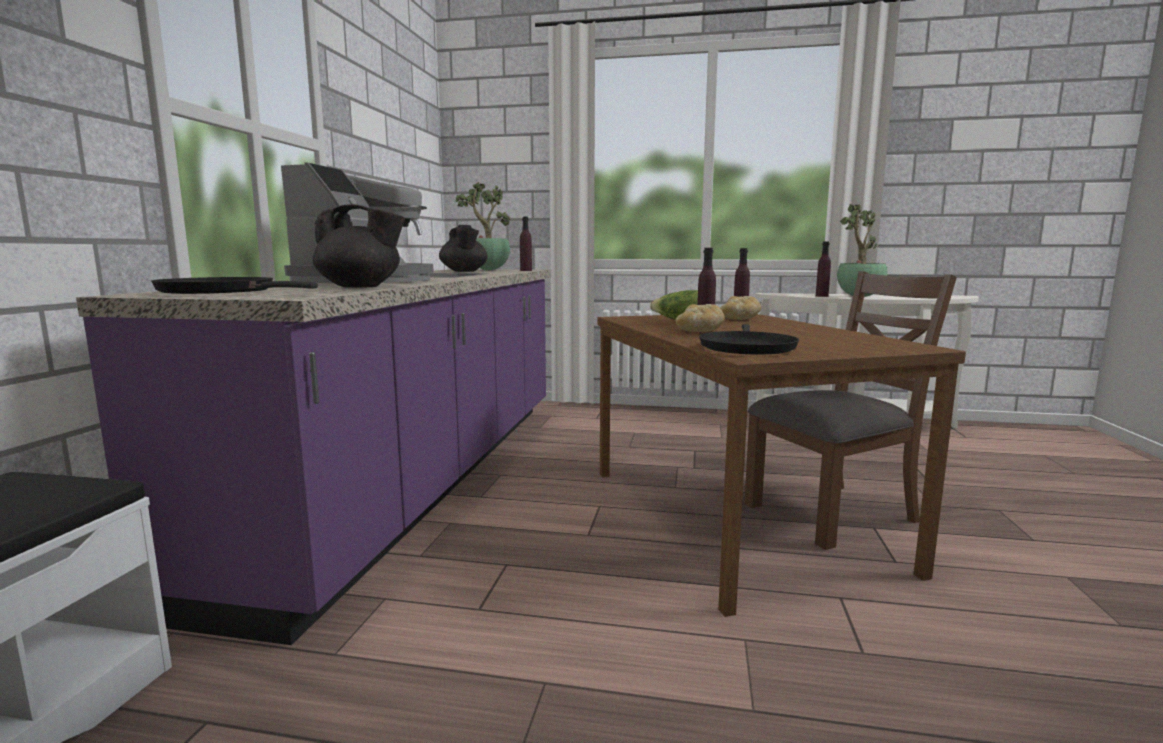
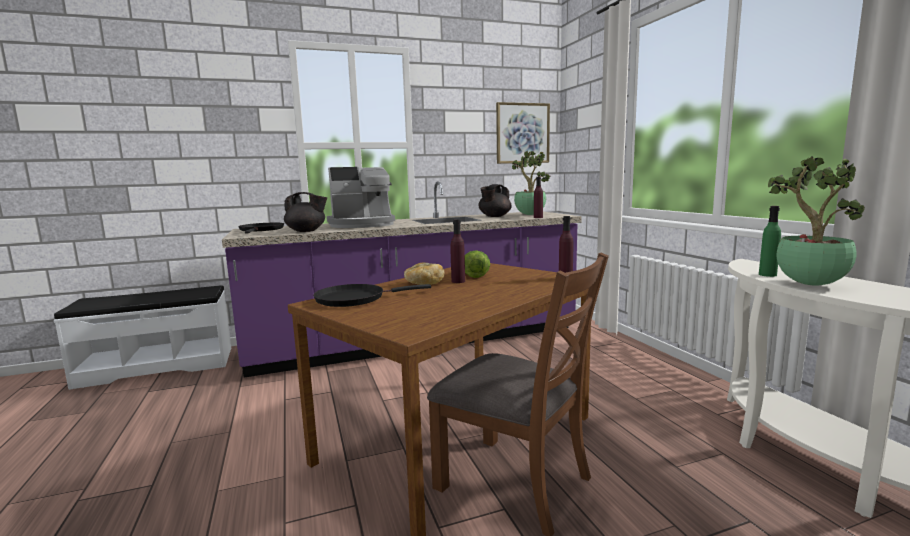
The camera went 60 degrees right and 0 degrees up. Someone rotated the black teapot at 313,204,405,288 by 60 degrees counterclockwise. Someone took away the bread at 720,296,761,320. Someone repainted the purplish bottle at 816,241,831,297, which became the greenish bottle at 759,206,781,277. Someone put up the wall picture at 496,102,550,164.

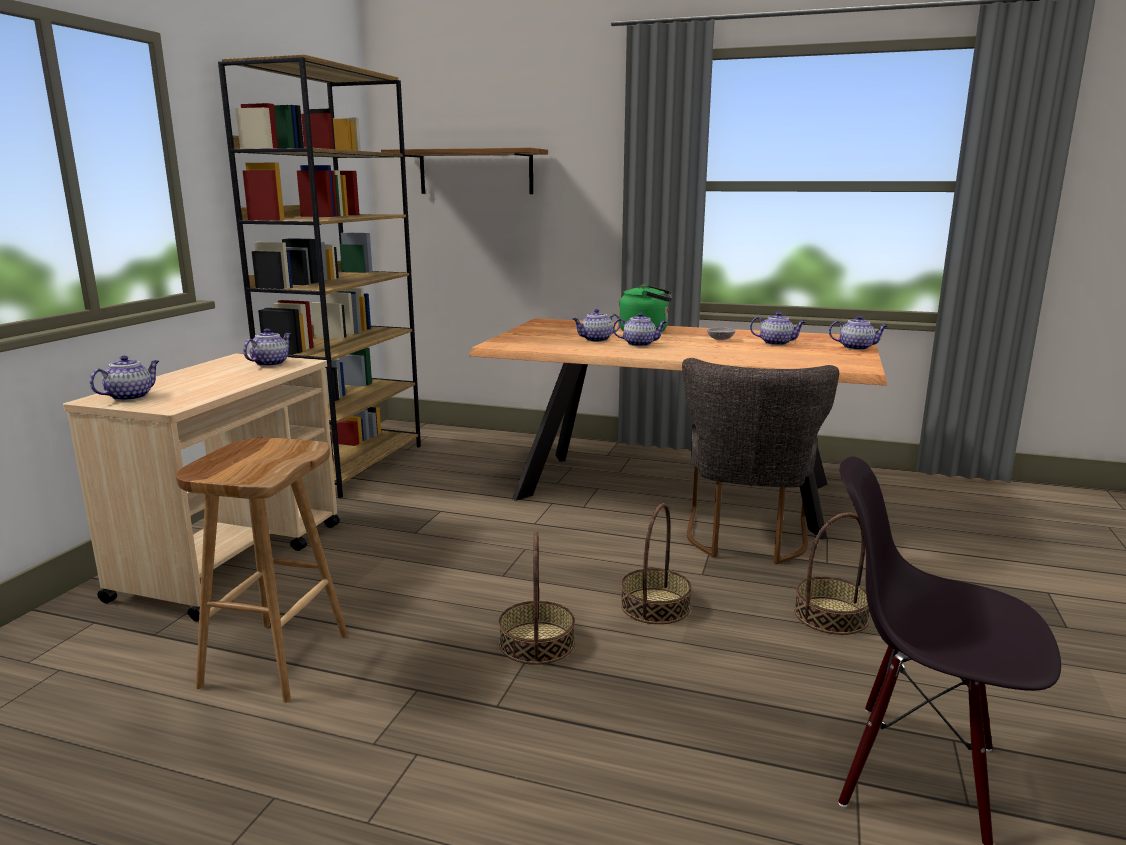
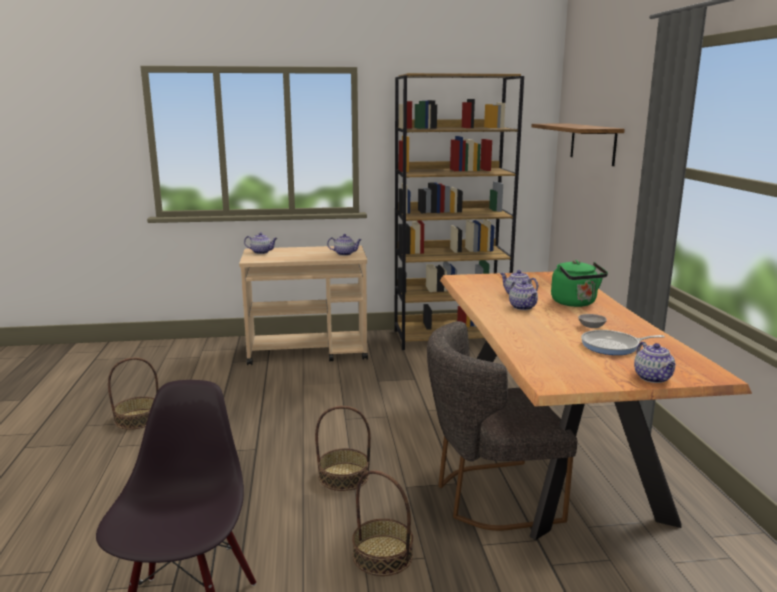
The camera went 65 degrees right and 0 degrees up. Someone took away the brown stool seat at 176,437,348,703. Someone carried the basket from 499,531,575,665 to 108,357,159,430. Someone swapped the teapot at 750,312,806,346 for the pan at 581,330,665,355.

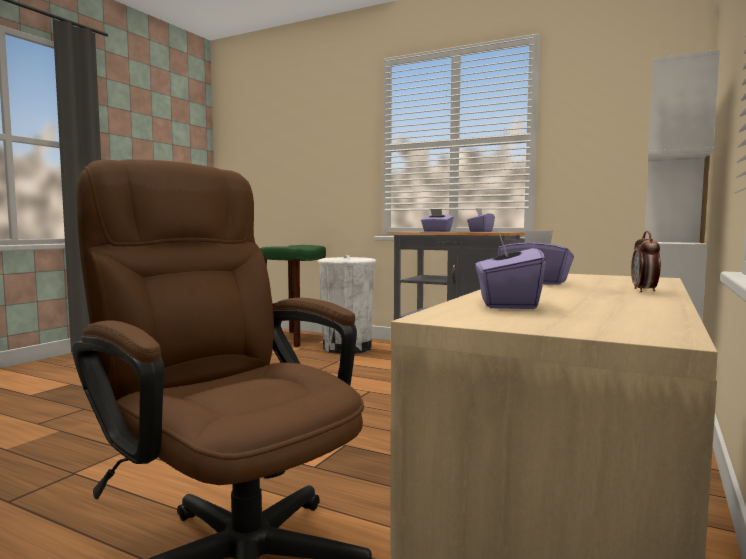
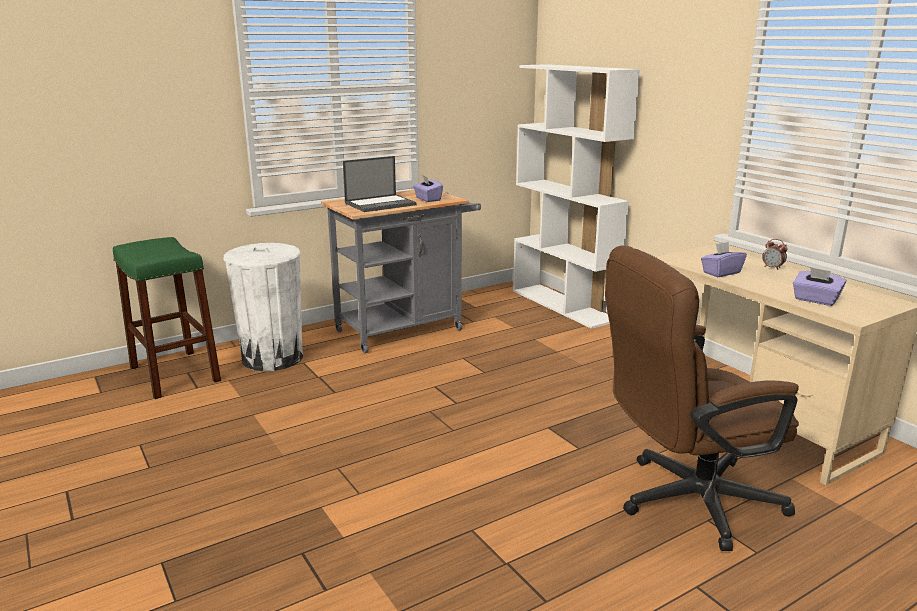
The camera went 60 degrees left and 15 degrees up. Someone swapped the purplish box of tissues at 421,209,454,232 for the notebook computer at 343,156,417,212.

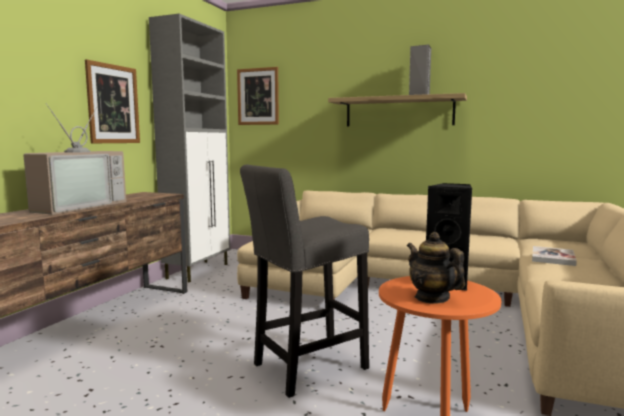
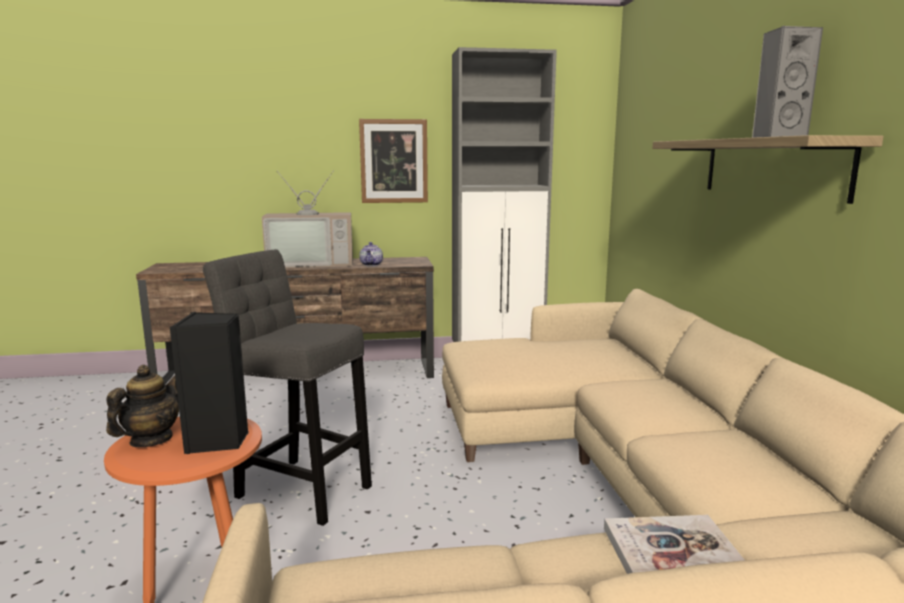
The camera went 60 degrees right and 5 degrees up. Someone took away the wall picture at 237,67,279,125. Someone put down the teapot at 359,242,383,266.

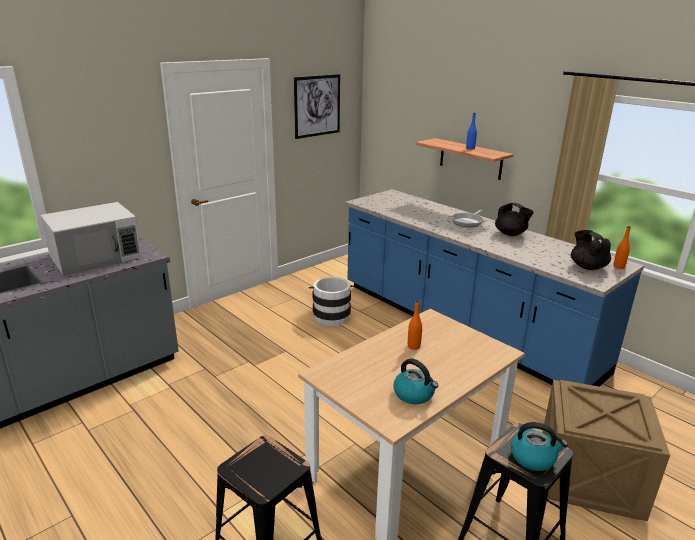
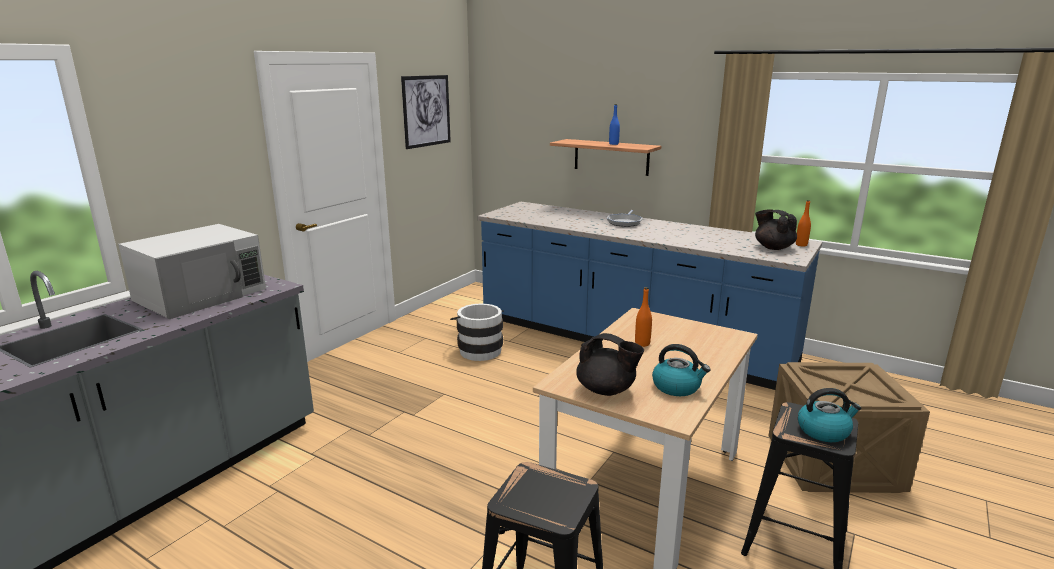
The camera went 15 degrees left and 5 degrees down. Someone carried the black teapot from 495,203,534,236 to 576,333,644,396.

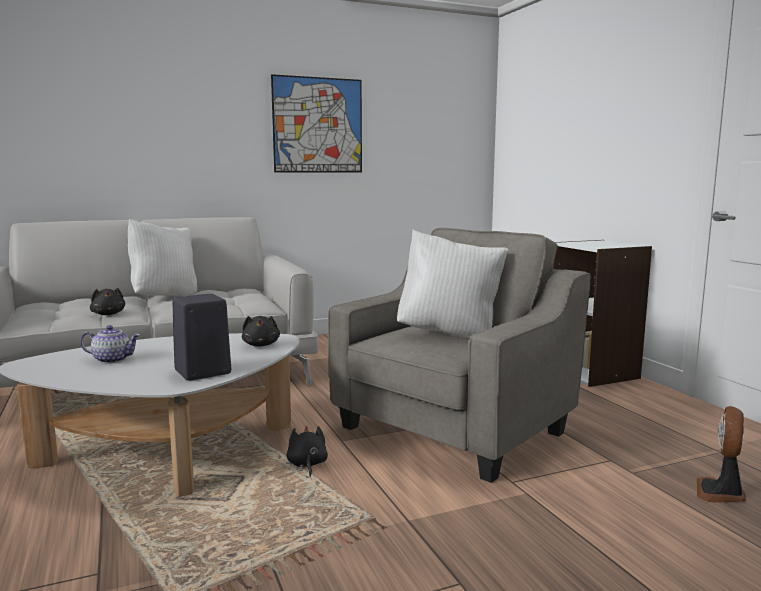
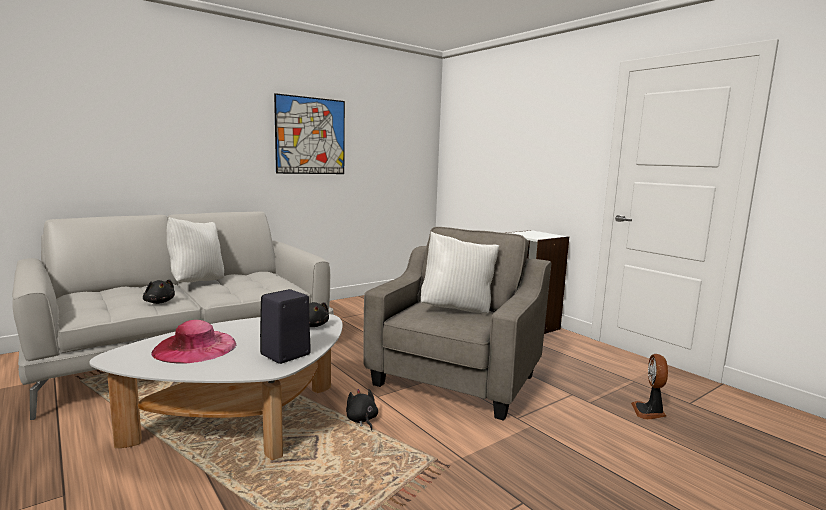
The camera went 15 degrees left and 0 degrees up. Someone swapped the teapot at 80,325,140,364 for the pink clothing hat at 151,320,236,364.

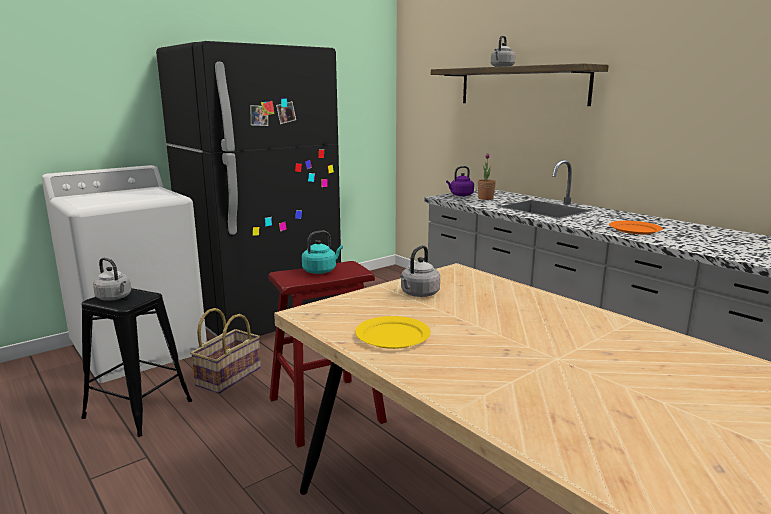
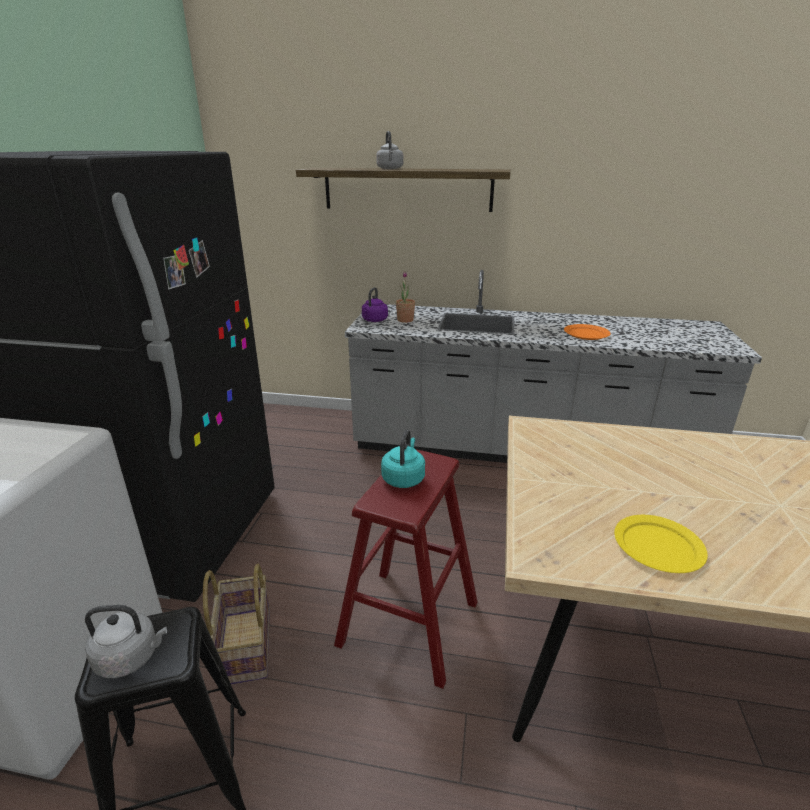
The camera went 40 degrees left and 10 degrees up. Someone took away the greyish tea kettle at 400,245,440,297.

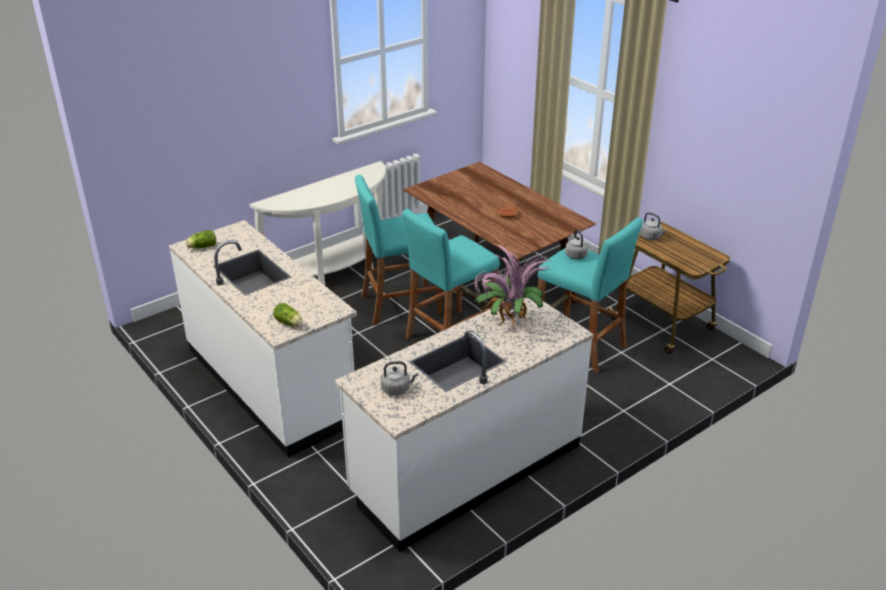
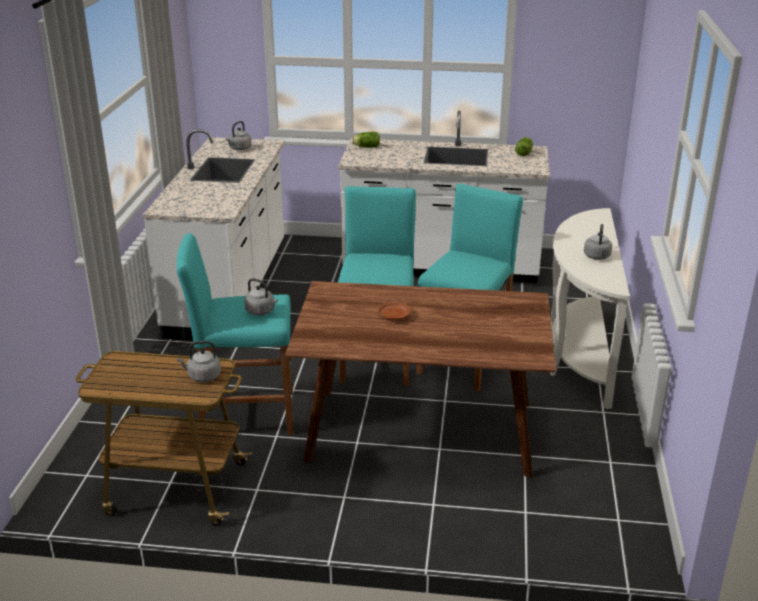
The camera went 135 degrees right and 5 degrees down. Someone took away the potted plant at 474,244,554,331. Someone put down the greyish tea kettle at 584,224,612,260.

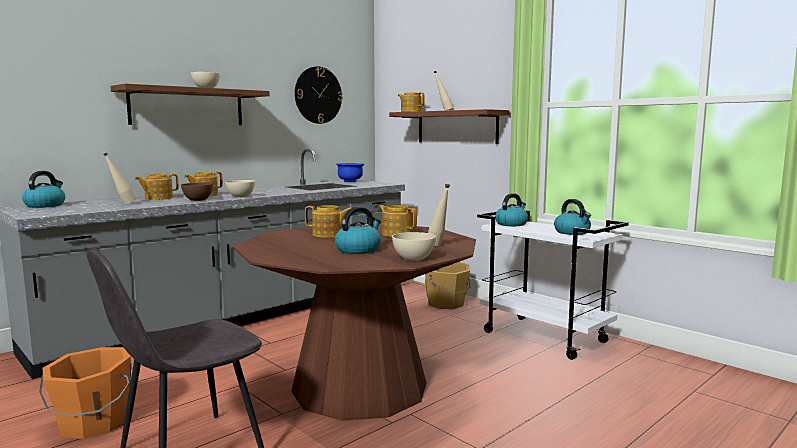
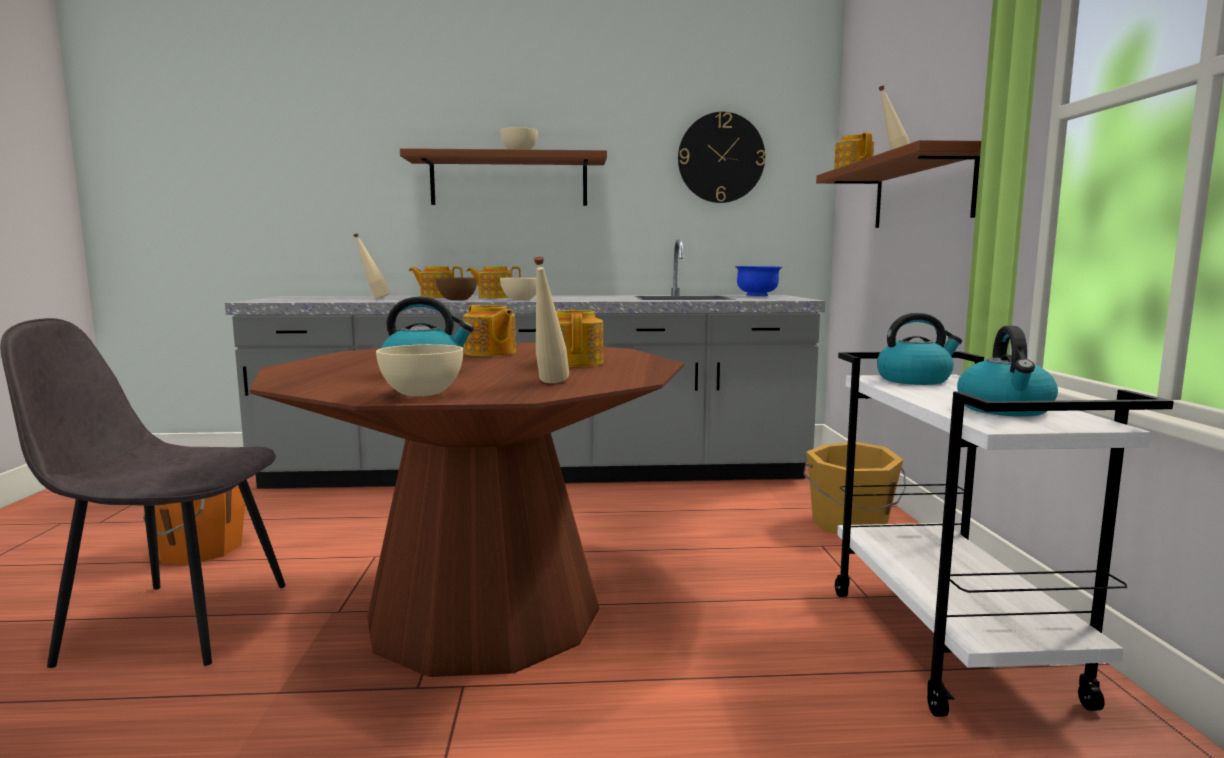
The camera went 40 degrees right and 0 degrees up. Someone took away the tea kettle at 22,171,65,208.

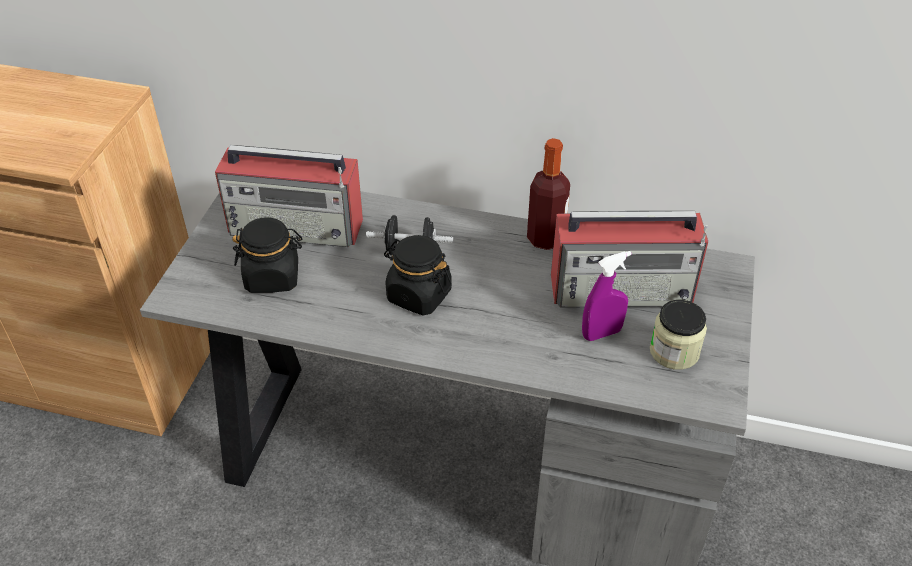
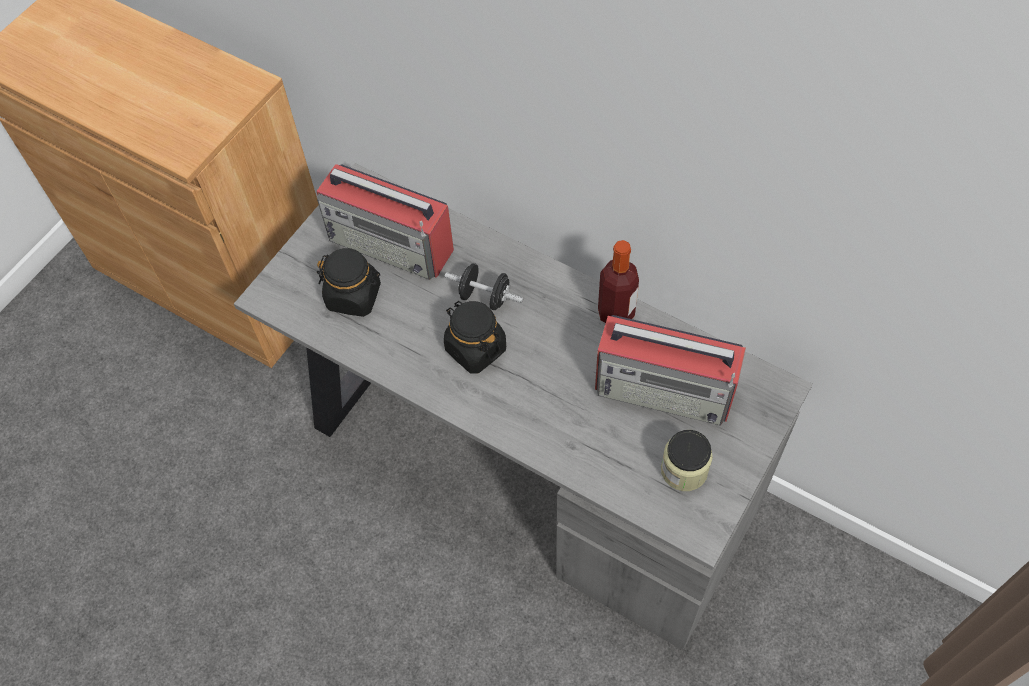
The camera went 20 degrees right and 15 degrees up. Someone took away the purplish sprayer at 582,251,632,341.

